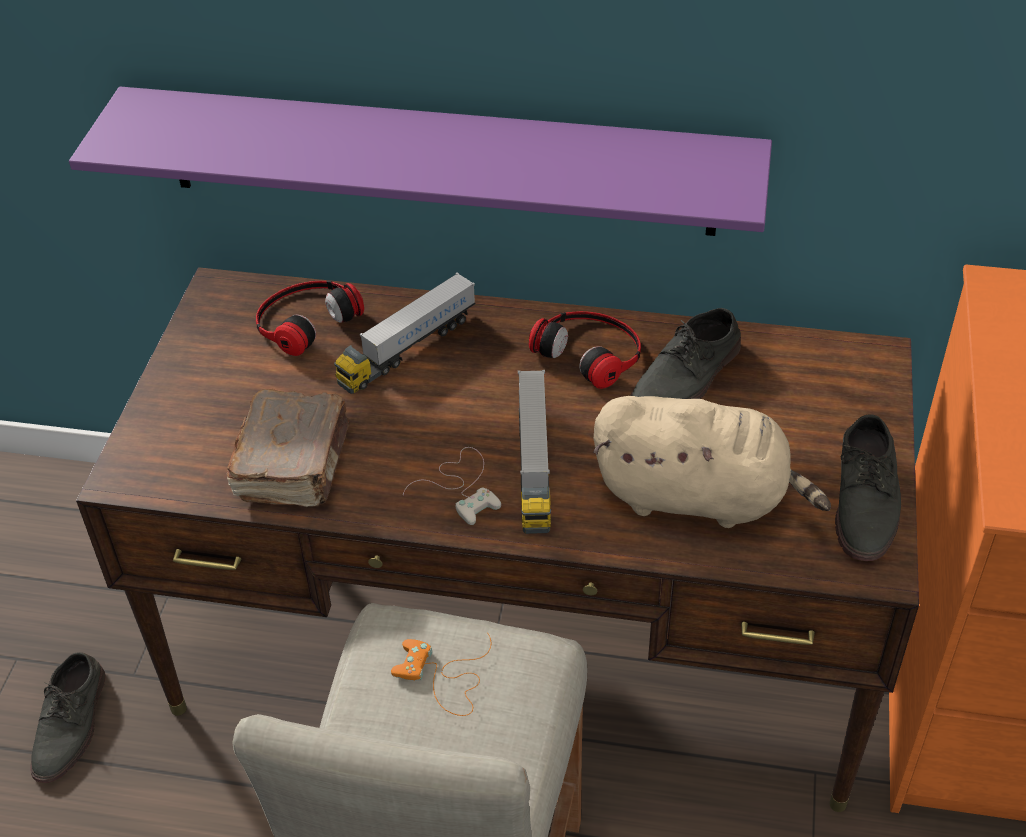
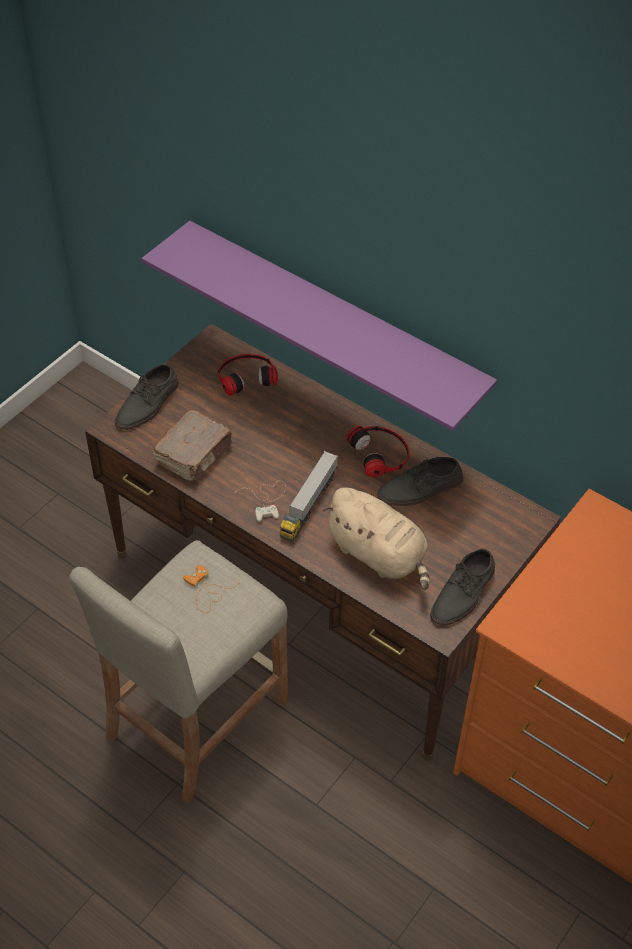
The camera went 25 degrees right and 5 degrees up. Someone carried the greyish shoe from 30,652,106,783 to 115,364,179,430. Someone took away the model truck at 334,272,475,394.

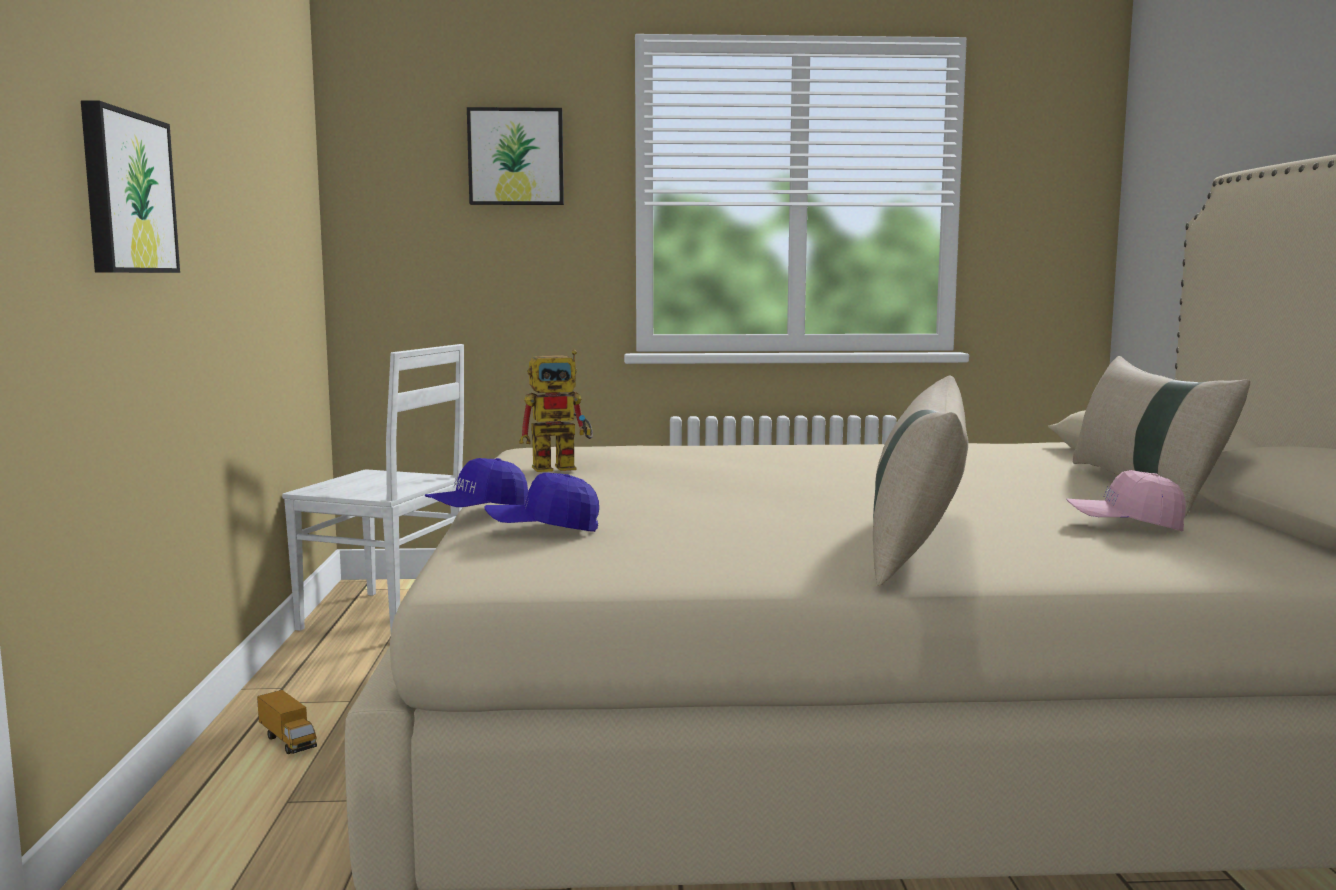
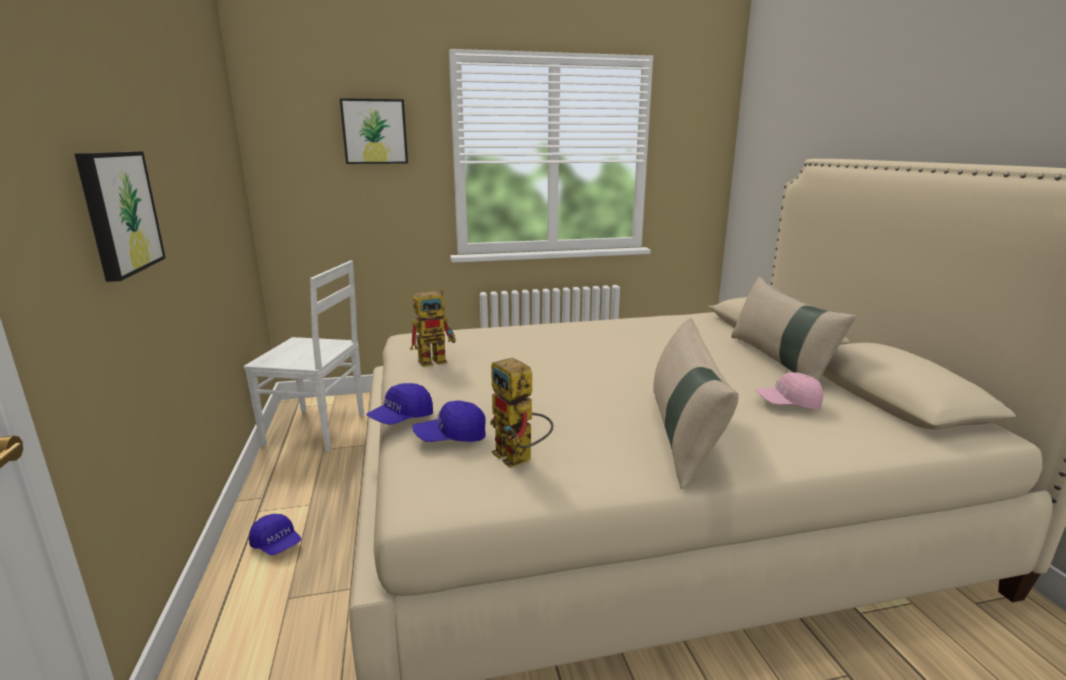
The camera went 10 degrees left and 10 degrees up. Someone swapped the model truck at 257,690,317,754 for the blue-coloured baseball cap at 249,514,301,555. Someone put down the toy robot at 490,358,553,468.

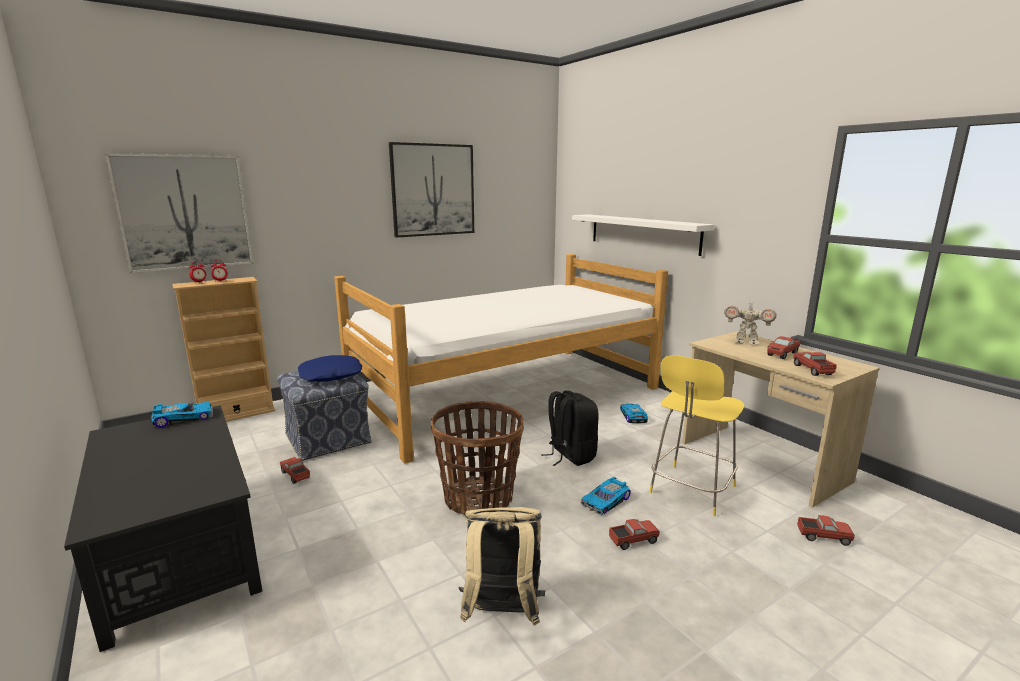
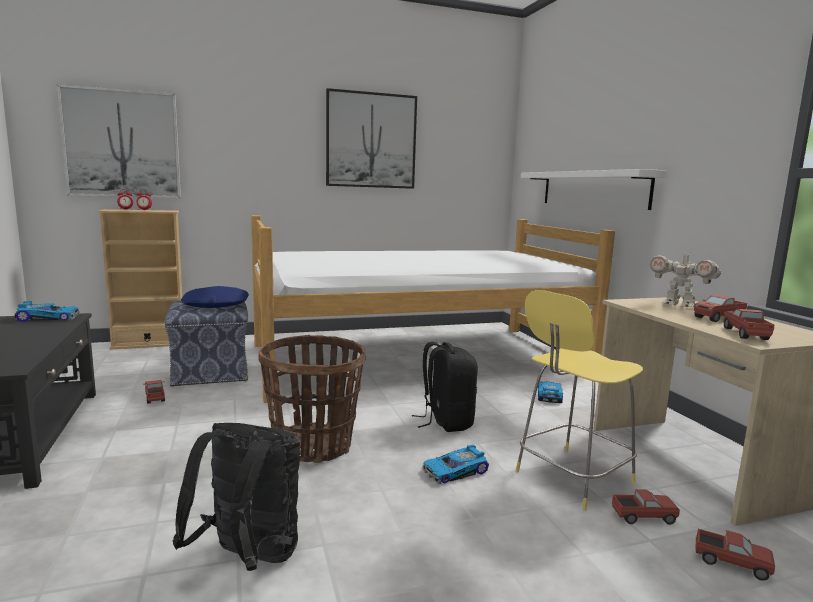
The camera went 15 degrees right and 5 degrees down. Someone repainted the beige-coloured rucksack at 459,507,545,626, which became the black rucksack at 172,423,300,571. Someone carried the model truck from 609,519,660,550 to 612,489,680,525.

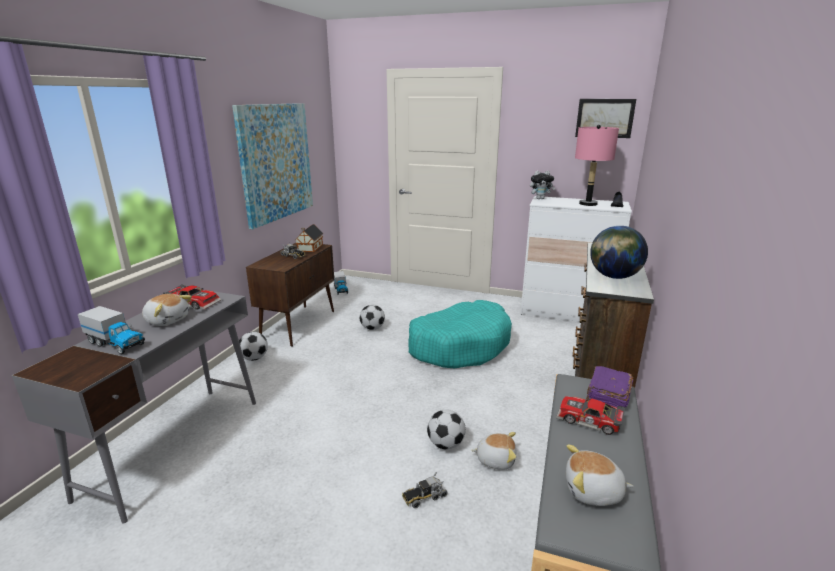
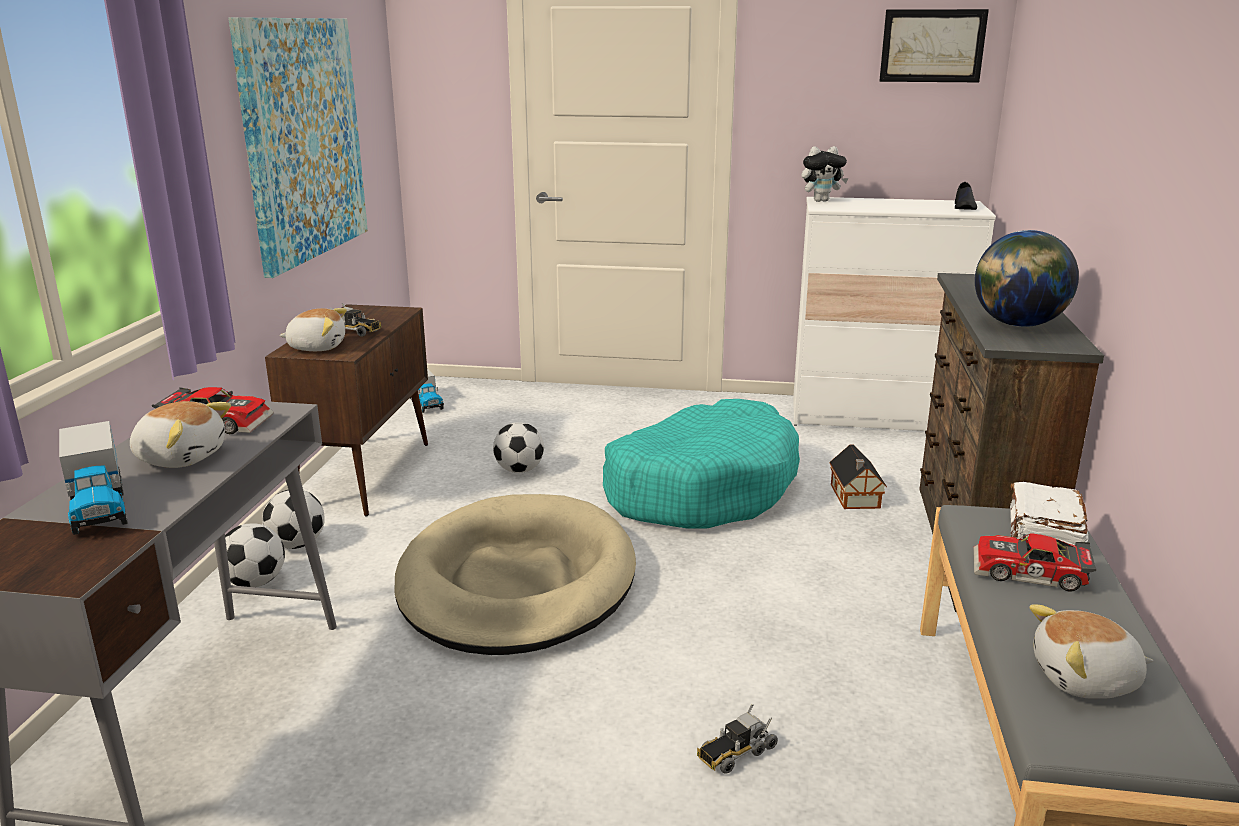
The camera went 10 degrees left and 0 degrees up. Someone rotated the model truck at 78,306,145,354 by 45 degrees clockwise. Someone carried the toy house from 295,224,324,252 to 829,444,887,509. Someone carried the football ball from 427,409,466,450 to 225,523,285,587. Someone carried the soft toy from 471,432,516,470 to 279,308,347,351. Someone took away the pink table lamp at 575,125,619,206. Someone repainted the purplish book at 586,366,633,407, which became the whitish book at 1010,482,1088,545. Someone put down the beige-coloured dog bed at 394,494,636,655.

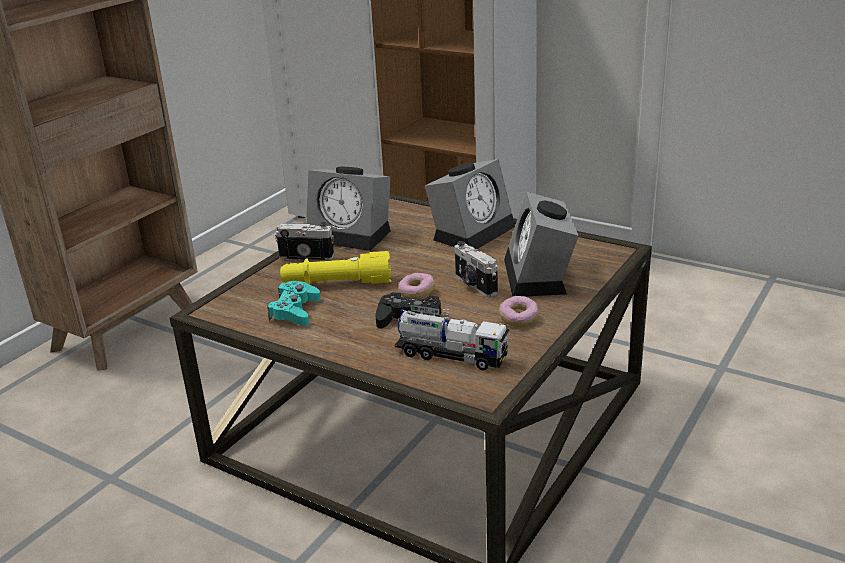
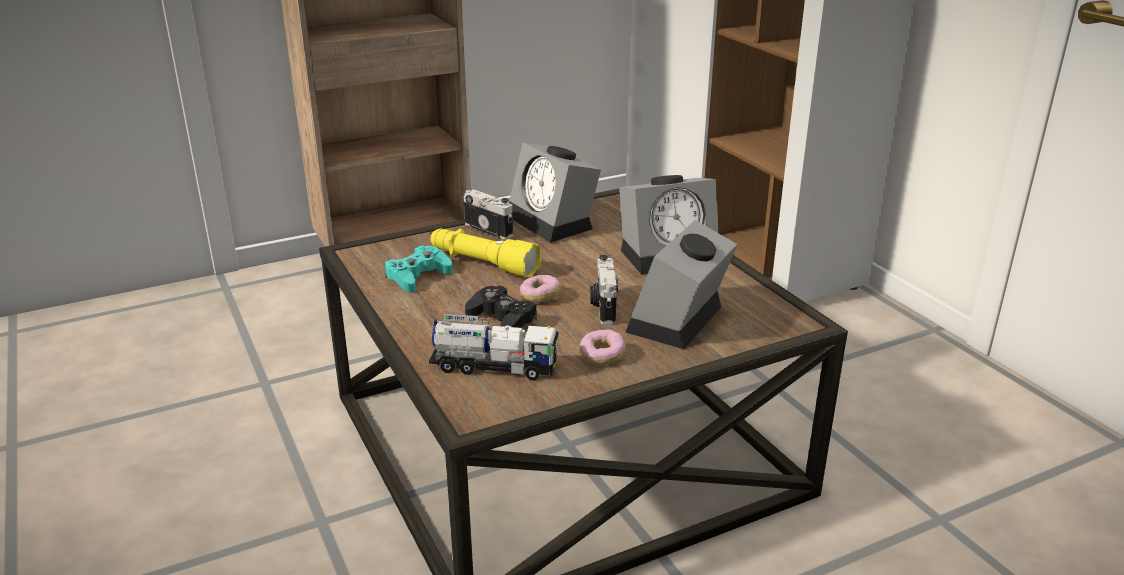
The camera went 30 degrees right and 0 degrees up. Someone rotated the model truck at 395,305,509,371 by 45 degrees counterclockwise.

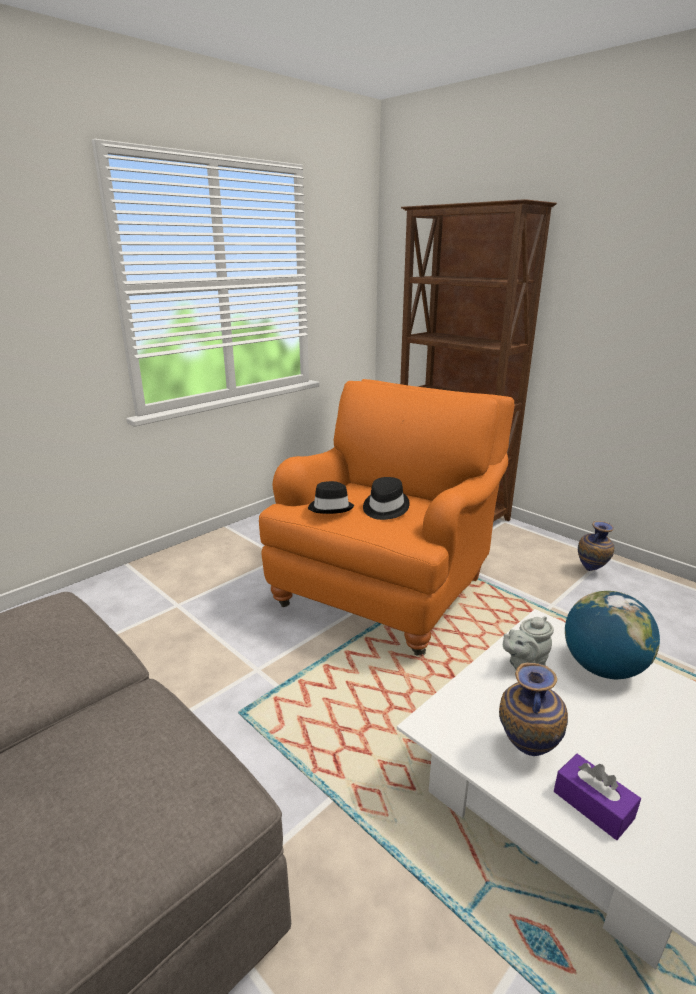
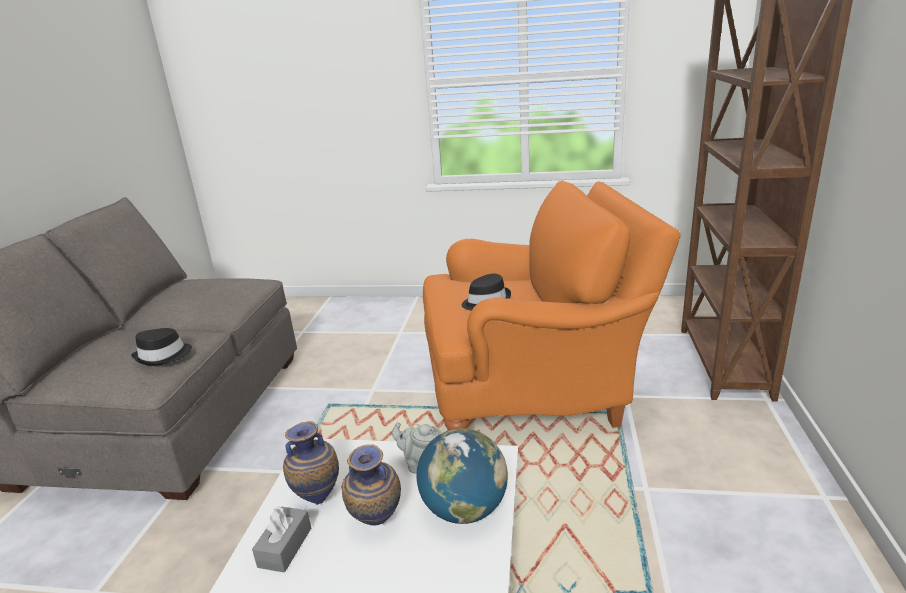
The camera went 55 degrees right and 0 degrees up. Someone carried the black clothing hat from 308,481,354,514 to 131,328,192,366. Someone repainted the purplish box of tissues at 554,754,641,840, which became the greyish box of tissues at 252,506,311,573. Someone carried the flower vase from 578,521,614,571 to 342,444,401,526.

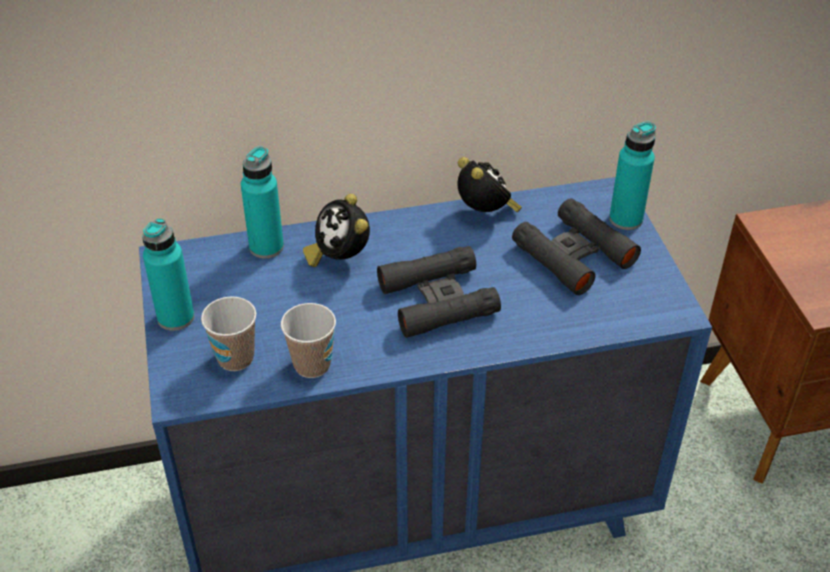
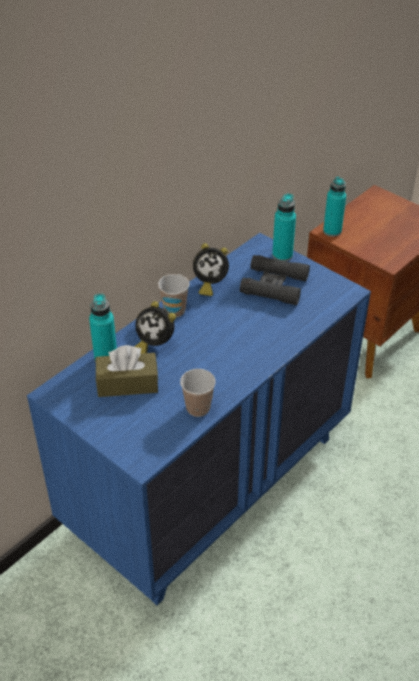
The camera went 35 degrees left and 0 degrees up. Someone carried the blue-green bottle from 142,218,194,331 to 323,177,346,237. Someone carried the cup from 201,297,256,371 to 158,274,190,317. Someone took away the black field glasses at 377,246,501,338. Someone rotated the alarm clock at 458,157,522,213 by 150 degrees clockwise. Someone put down the brown box of tissues at 96,345,158,397.

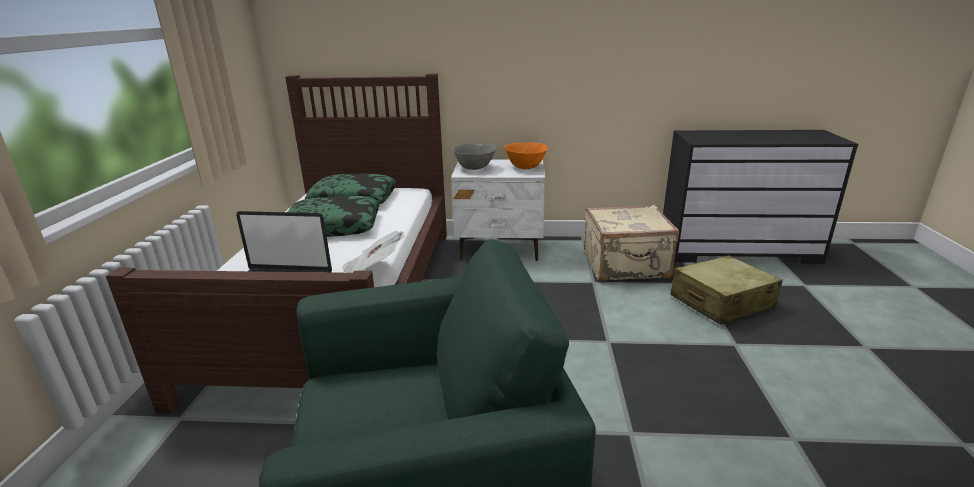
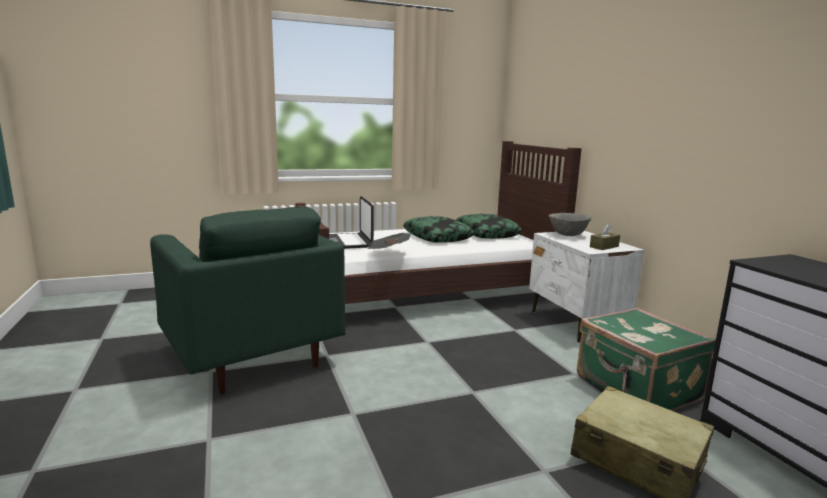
The camera went 65 degrees right and 10 degrees down. Someone swapped the orange deep dish at 504,142,548,169 for the brown box of tissues at 590,224,620,250. Someone repainted the beige-coloured piece of luggage at 584,205,679,281, which became the greenish piece of luggage at 577,308,716,411.

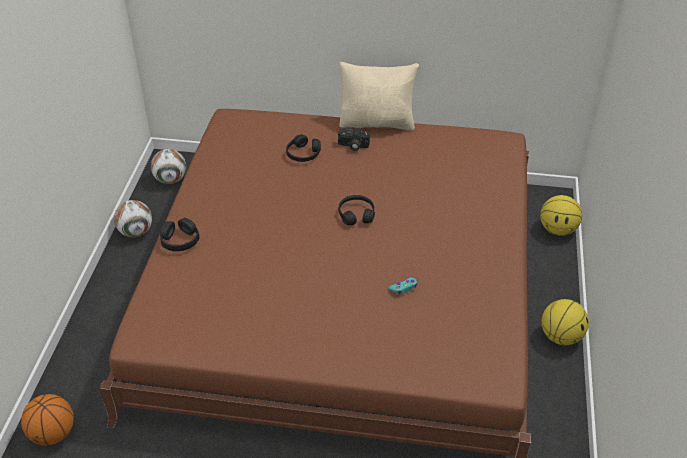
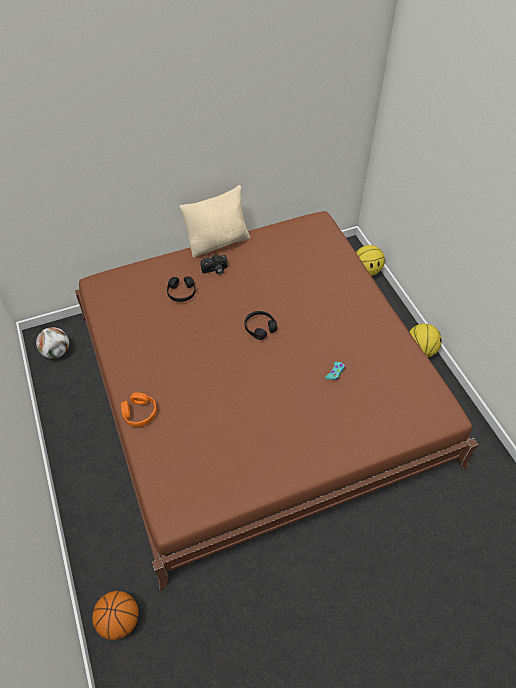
The camera went 30 degrees left and 10 degrees up. Someone took away the football ball at 114,200,152,237. Someone repainted the black pair of headphones at 160,218,199,251, which became the orange pair of headphones at 121,392,157,427.

